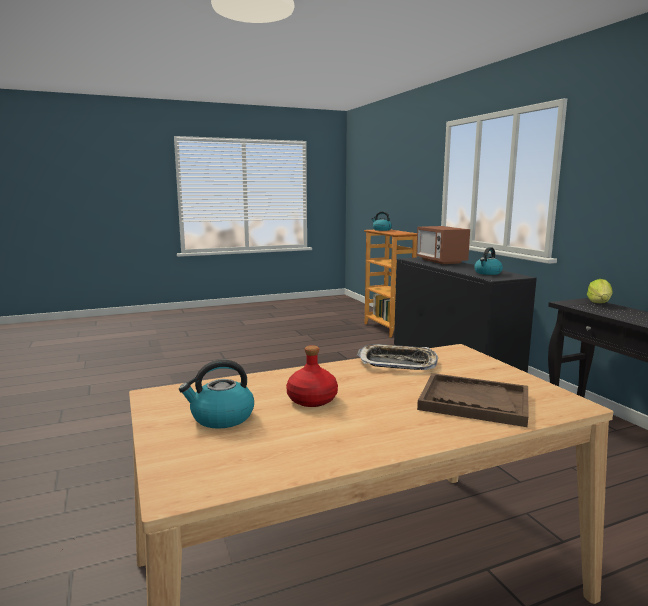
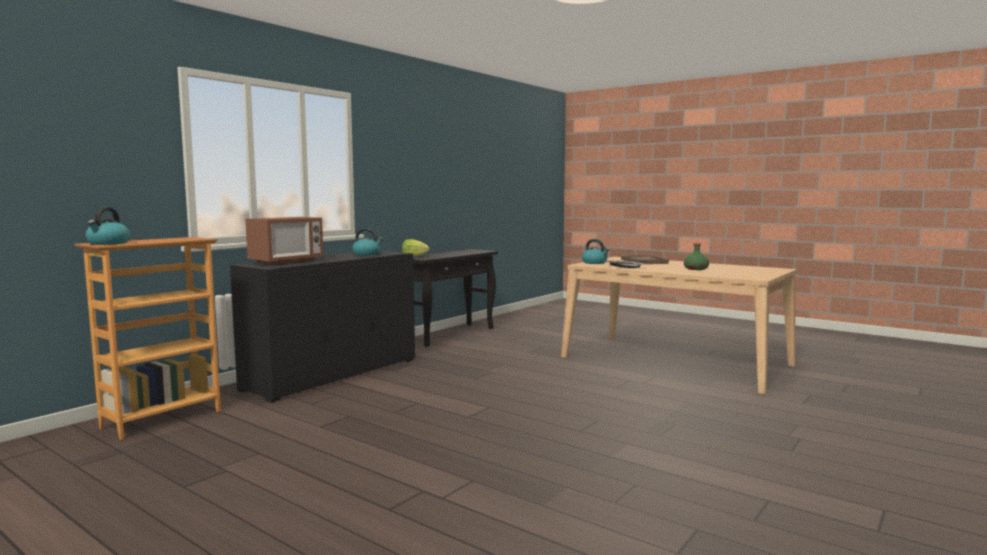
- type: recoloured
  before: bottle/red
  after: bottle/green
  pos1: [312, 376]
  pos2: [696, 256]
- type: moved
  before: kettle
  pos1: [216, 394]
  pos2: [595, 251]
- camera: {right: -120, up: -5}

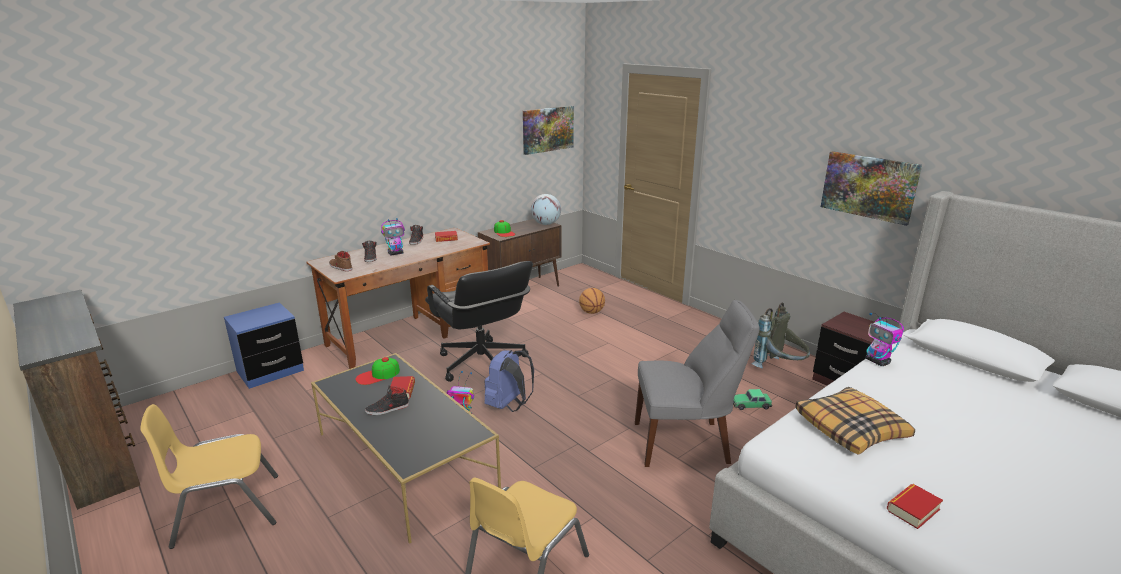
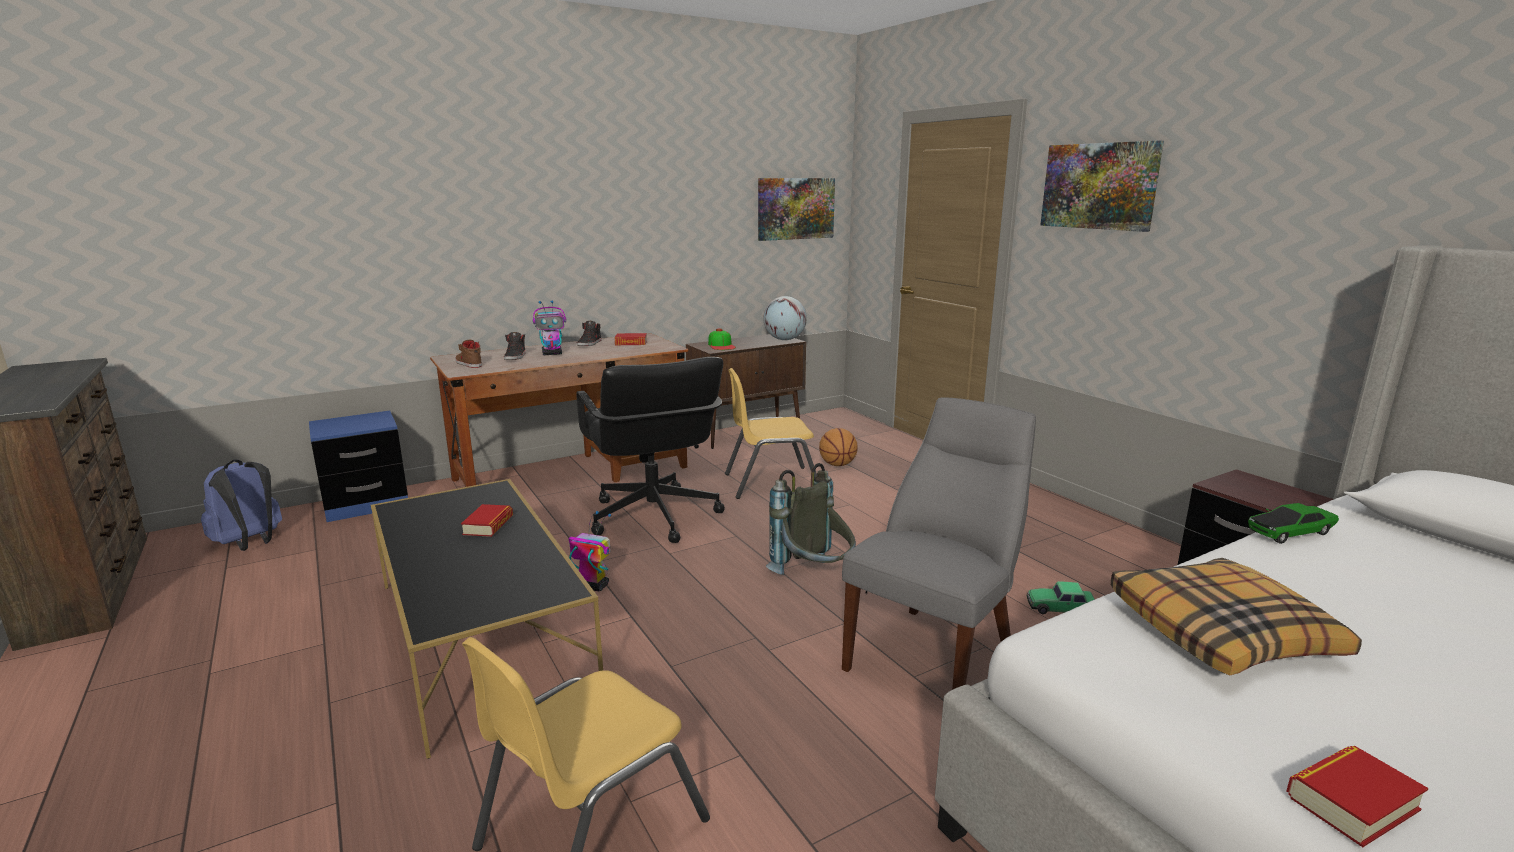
- type: moved
  before: picture
  pos1: [871, 188]
  pos2: [1102, 186]
- type: turned
  before: chair/grey
  pos1: [697, 383]
  pos2: [939, 543]
  turn: -60
- type: moved
  before: backpack/grey
  pos1: [781, 335]
  pos2: [811, 519]
- type: replaced
  before: toy robot
  after: toy car
  pos1: [884, 339]
  pos2: [1293, 523]
- type: moved
  before: backpack/blue
  pos1: [509, 381]
  pos2: [241, 505]
- type: removed
  before: cap
  pos1: [378, 371]
- type: removed
  before: shoe/black
  pos1: [387, 400]
- type: moved
  before: chair/yellow
  pos1: [209, 476]
  pos2: [771, 433]
- camera: {right: 10, up: -5}

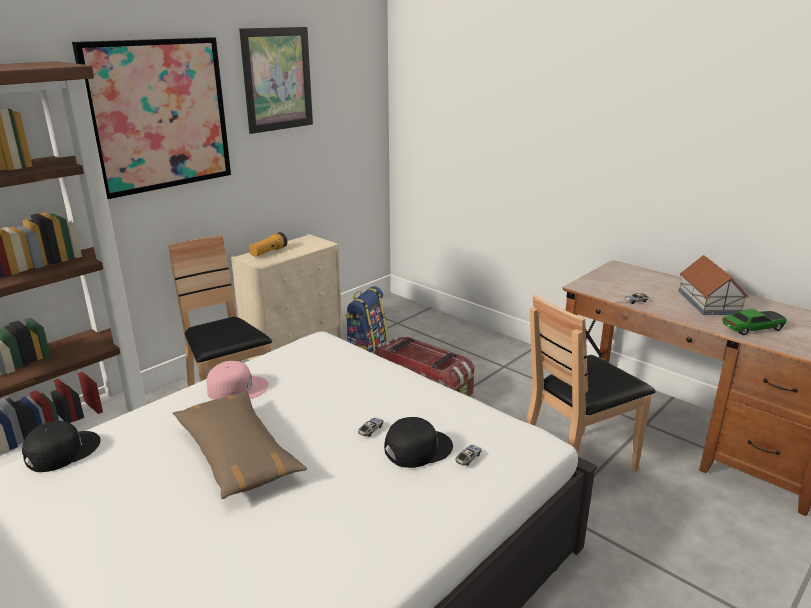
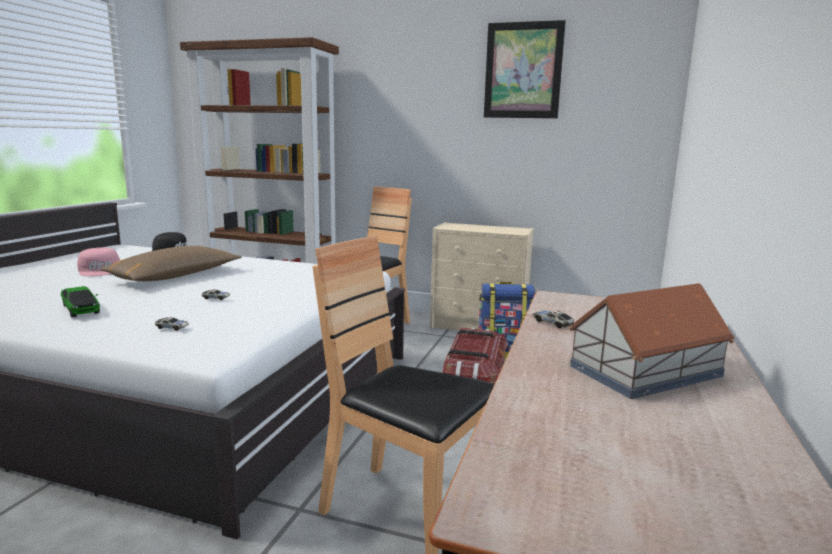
- type: removed
  before: picture
  pos1: [151, 118]
- type: removed
  before: flashlight
  pos1: [268, 244]
- type: moved
  before: toy car
  pos1: [754, 322]
  pos2: [80, 302]
- type: moved
  before: cap/pink
  pos1: [237, 380]
  pos2: [98, 261]
- type: removed
  before: cap/black
  pos1: [418, 442]
- camera: {right: 65, up: -10}

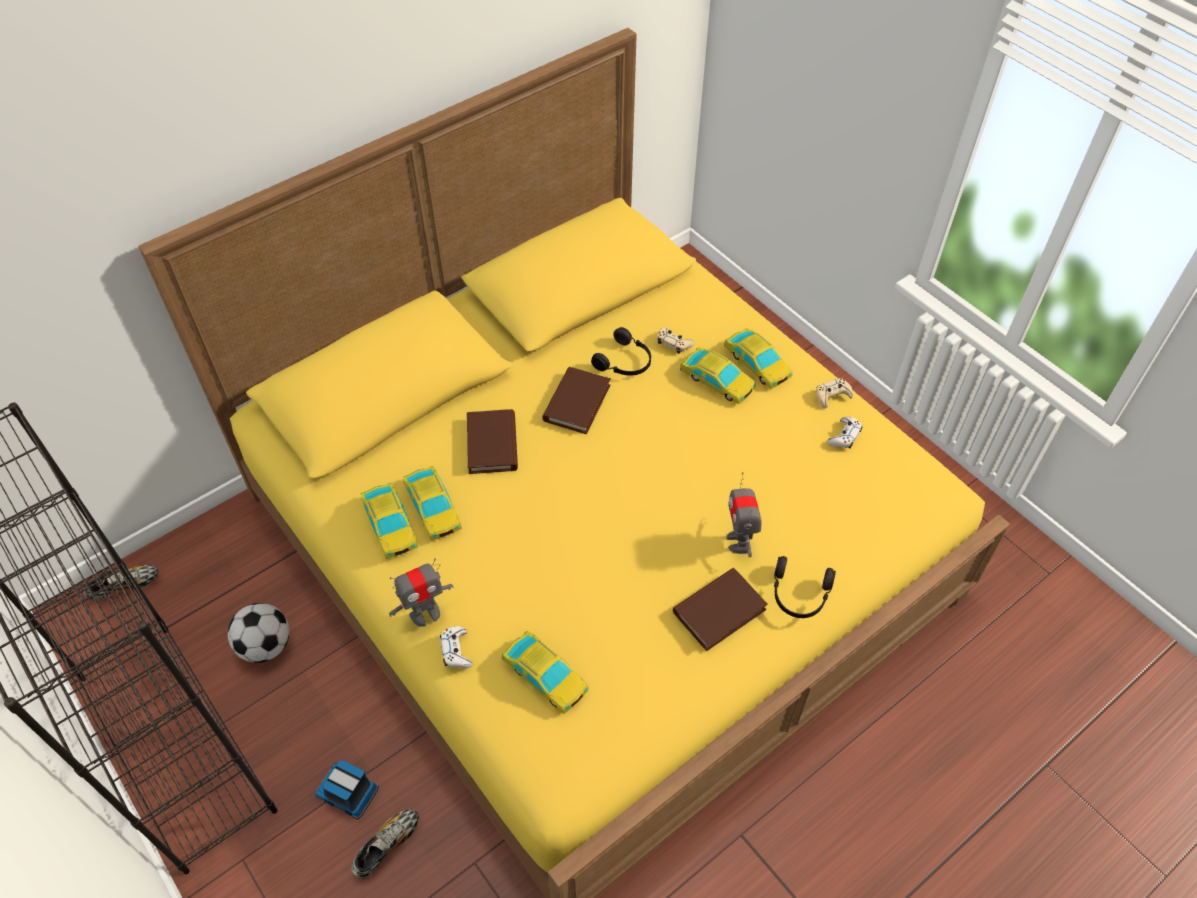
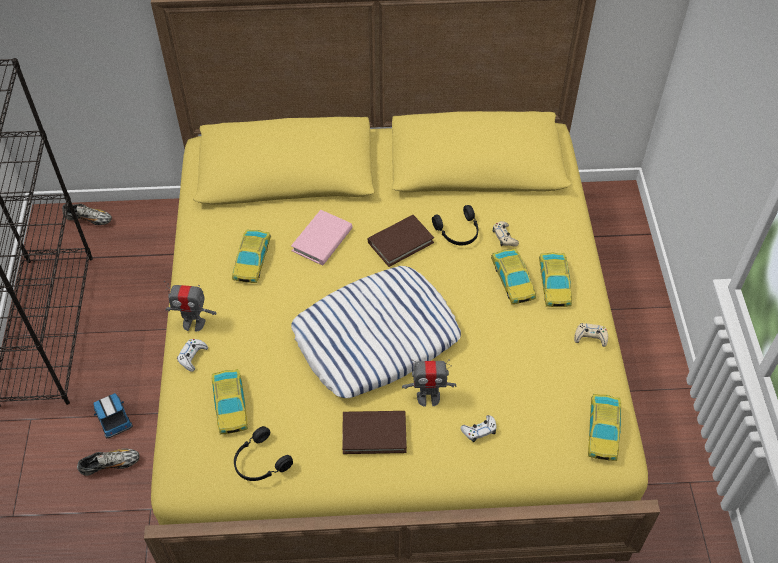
- type: recoloured
  before: book/brown
  after: book/pink
  pos1: [492, 441]
  pos2: [322, 237]
- type: moved
  before: game controller/white
  pos1: [845, 433]
  pos2: [479, 428]
- type: turned
  before: toy robot
  pos1: [744, 514]
  pos2: [429, 383]
  turn: -120
- type: moved
  before: toy car
  pos1: [389, 521]
  pos2: [604, 427]
- type: moved
  before: headphones/black
  pos1: [805, 587]
  pos2: [263, 453]
- type: removed
  before: football
  pos1: [258, 633]
- type: added
  after: pillow
  pos2: [376, 332]
- camera: {right: 35, up: 0}

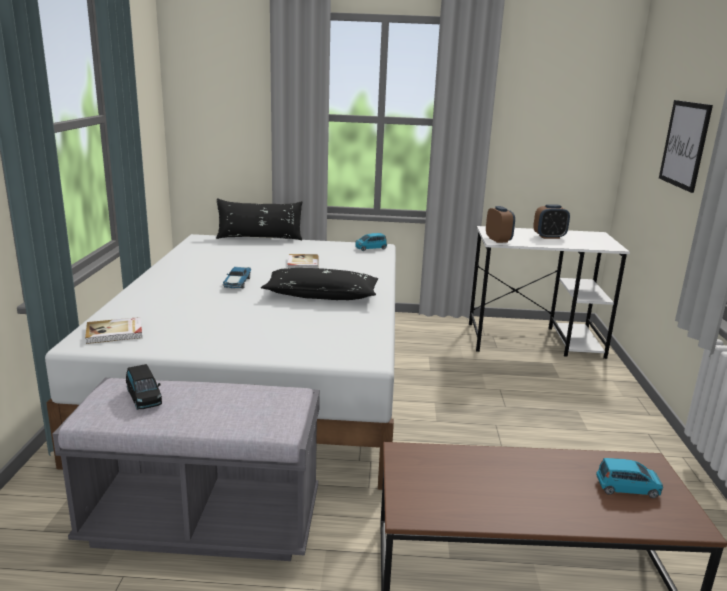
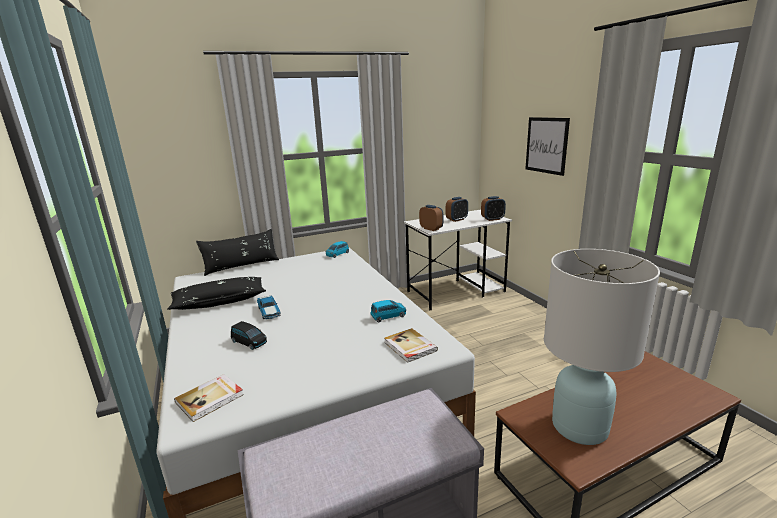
- type: moved
  before: book
  pos1: [303, 261]
  pos2: [411, 345]
- type: moved
  before: pillow/black
  pos1: [319, 284]
  pos2: [217, 293]
- type: moved
  before: toy car/black
  pos1: [144, 387]
  pos2: [249, 335]
- type: moved
  before: toy car/blue
  pos1: [629, 478]
  pos2: [388, 311]
- type: added
  after: alarm clock
  pos2: [493, 208]
- type: added
  after: table lamp/white
  pos2: [602, 347]
- camera: {right: -25, up: 0}

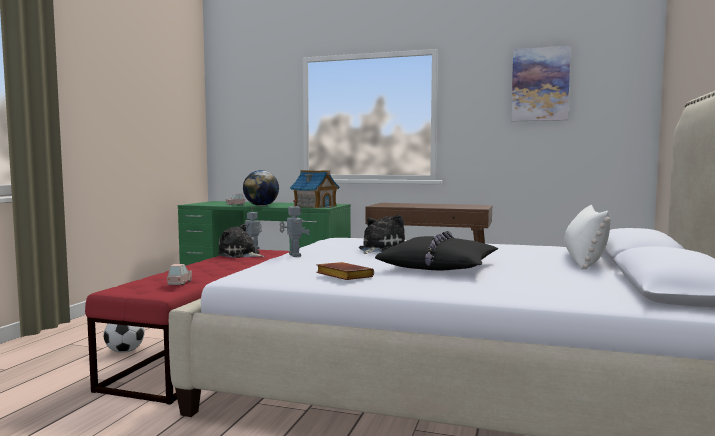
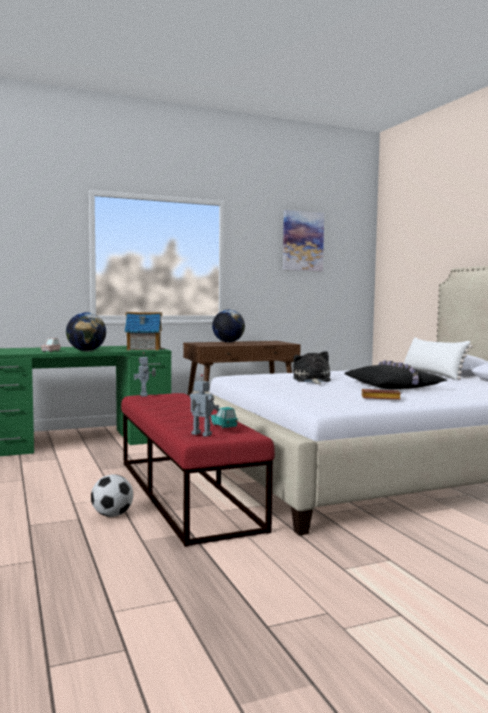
- type: moved
  before: toy robot
  pos1: [295, 228]
  pos2: [204, 405]
- type: removed
  before: plush toy
  pos1: [241, 241]
- type: recoloured
  before: toy car/pink
  after: toy car/turquoise
  pos1: [179, 274]
  pos2: [224, 417]
- type: added
  after: globe
  pos2: [228, 326]
- camera: {right: -40, up: 0}

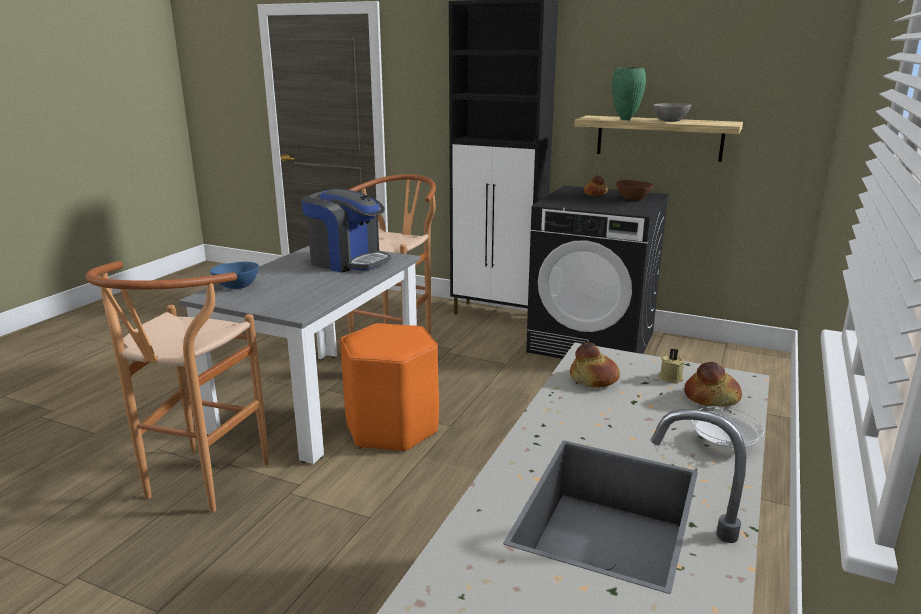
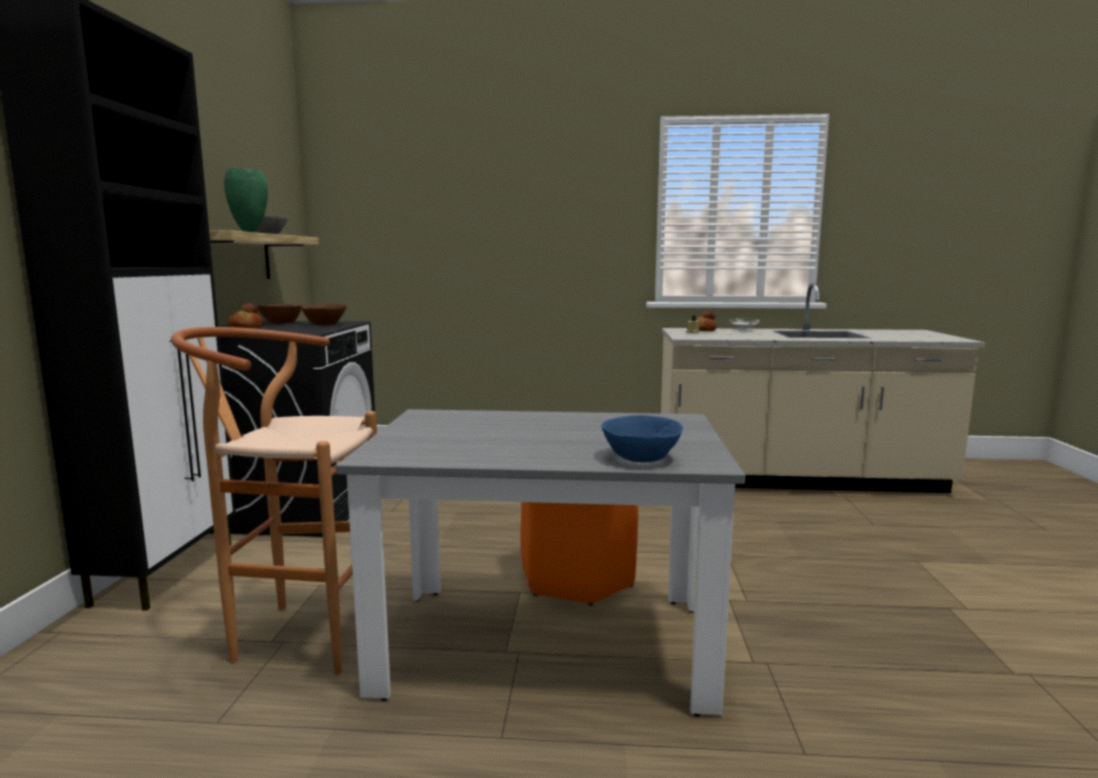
- type: removed
  before: coffee machine
  pos1: [346, 231]
- type: removed
  before: stool/brown
  pos1: [177, 386]
- type: removed
  before: bread
  pos1: [595, 365]
- type: added
  after: bowl/brown
  pos2: [324, 314]
- camera: {right: -110, up: -10}

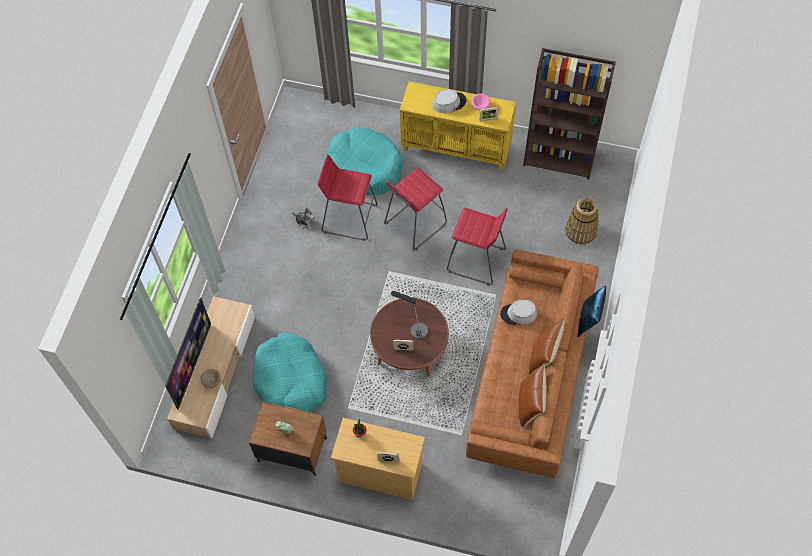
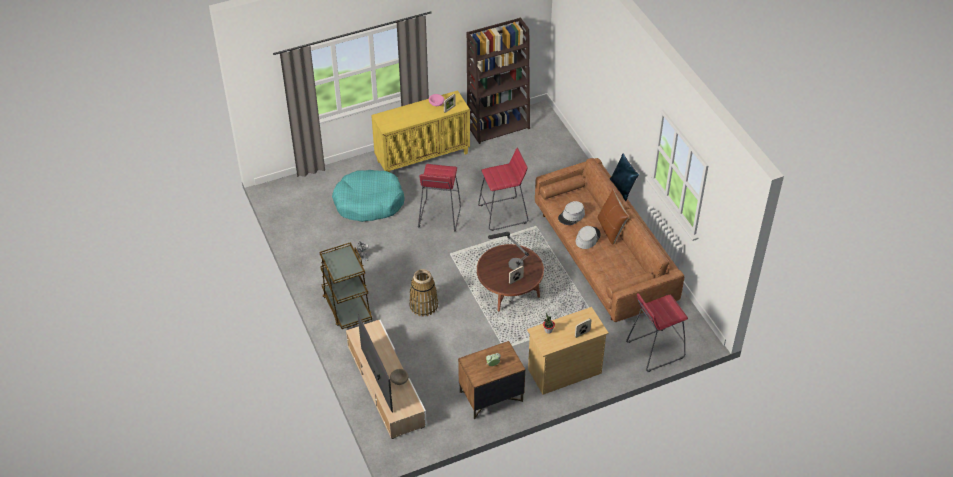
- type: moved
  before: hat/grey
  pos1: [449, 101]
  pos2: [588, 237]
- type: moved
  before: stool/red
  pos1: [348, 197]
  pos2: [657, 332]
- type: moved
  before: basket
  pos1: [582, 221]
  pos2: [423, 293]
- type: removed
  before: dog bed/turquoise
  pos1: [290, 373]
- type: removed
  before: pillow/brown
  pos1: [532, 396]
- type: added
  after: cart/brown
  pos2: [345, 285]
- camera: {right: -40, up: -15}

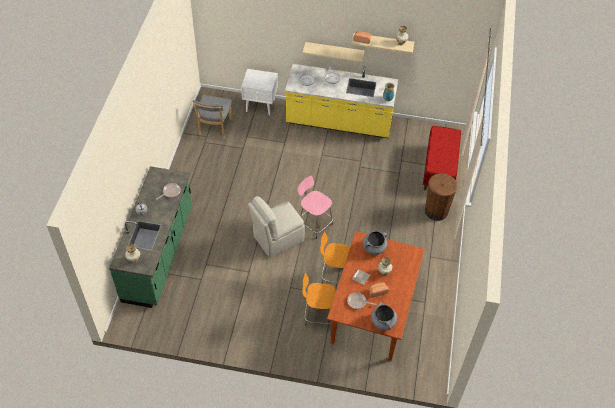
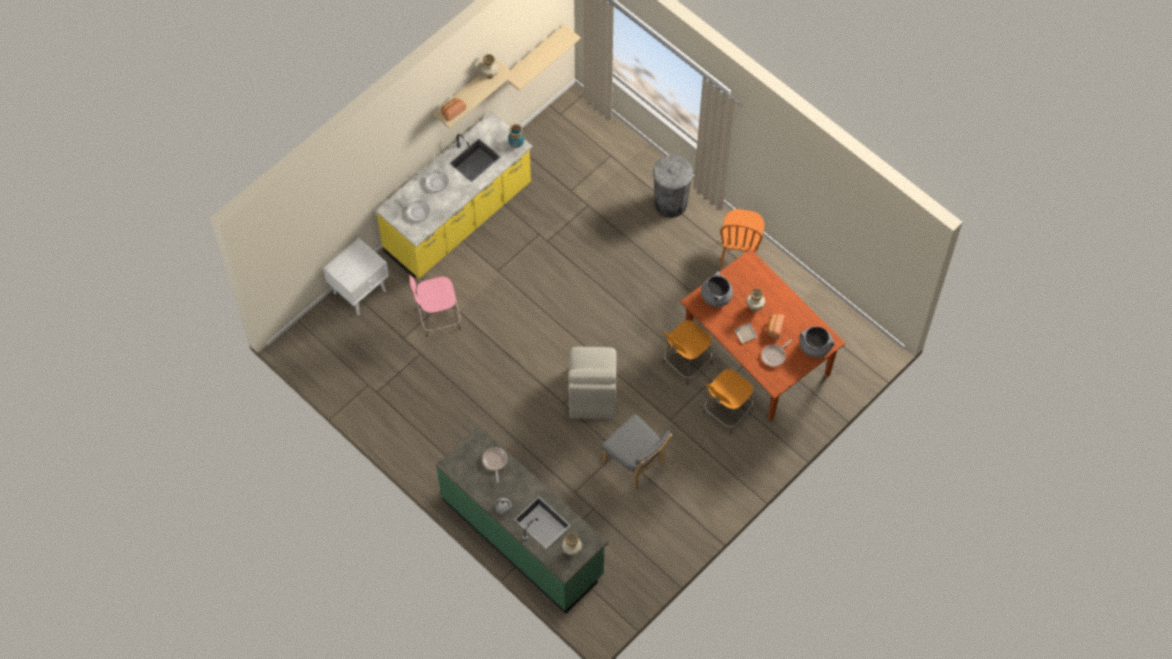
- type: moved
  before: shelf/beige
  pos1: [333, 52]
  pos2: [543, 57]
- type: moved
  before: chair/grey
  pos1: [212, 117]
  pos2: [637, 452]
- type: removed
  before: bench/red
  pos1: [442, 158]
- type: recoloured
  before: trash can/brown
  after: trash can/grey
  pos1: [441, 197]
  pos2: [673, 186]
- type: moved
  before: stool/pink
  pos1: [315, 207]
  pos2: [435, 305]
- type: added
  after: chair/orange
  pos2: [741, 238]
- camera: {right: -55, up: 10}

